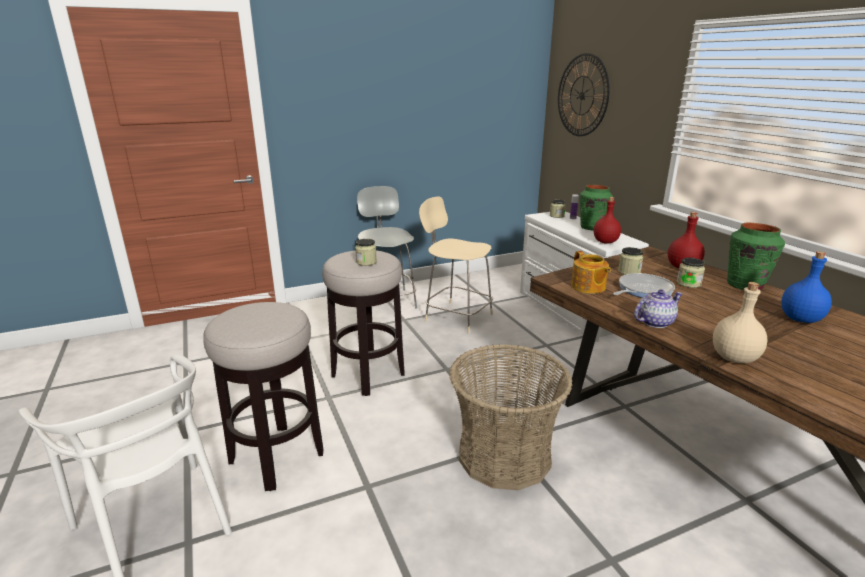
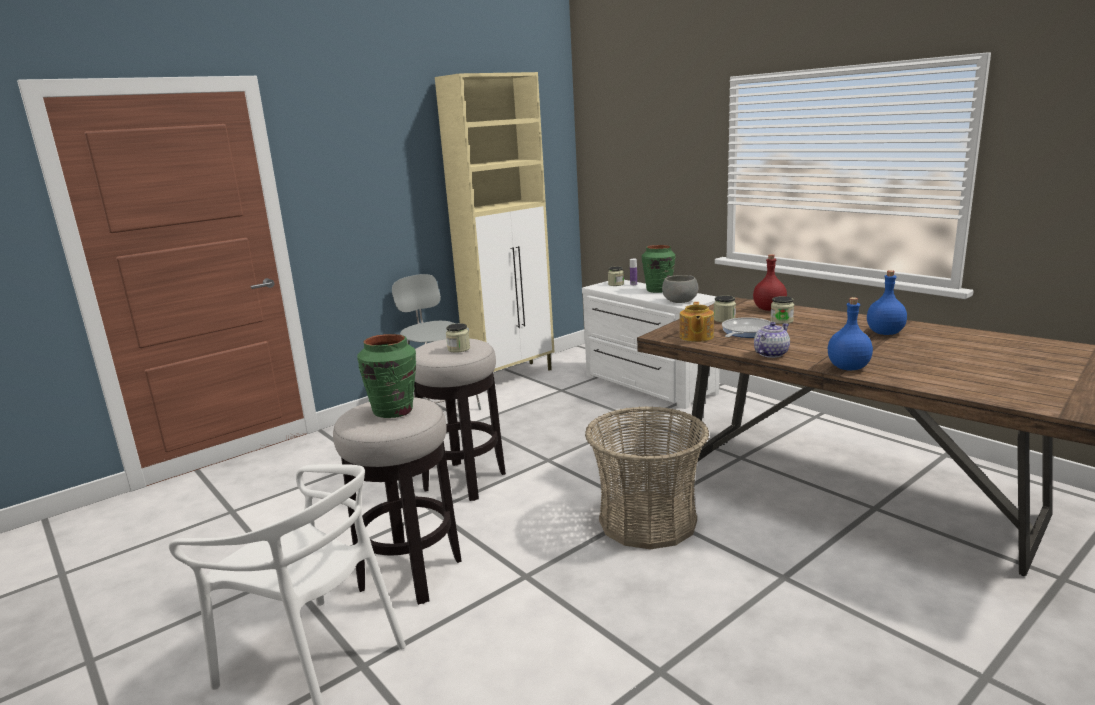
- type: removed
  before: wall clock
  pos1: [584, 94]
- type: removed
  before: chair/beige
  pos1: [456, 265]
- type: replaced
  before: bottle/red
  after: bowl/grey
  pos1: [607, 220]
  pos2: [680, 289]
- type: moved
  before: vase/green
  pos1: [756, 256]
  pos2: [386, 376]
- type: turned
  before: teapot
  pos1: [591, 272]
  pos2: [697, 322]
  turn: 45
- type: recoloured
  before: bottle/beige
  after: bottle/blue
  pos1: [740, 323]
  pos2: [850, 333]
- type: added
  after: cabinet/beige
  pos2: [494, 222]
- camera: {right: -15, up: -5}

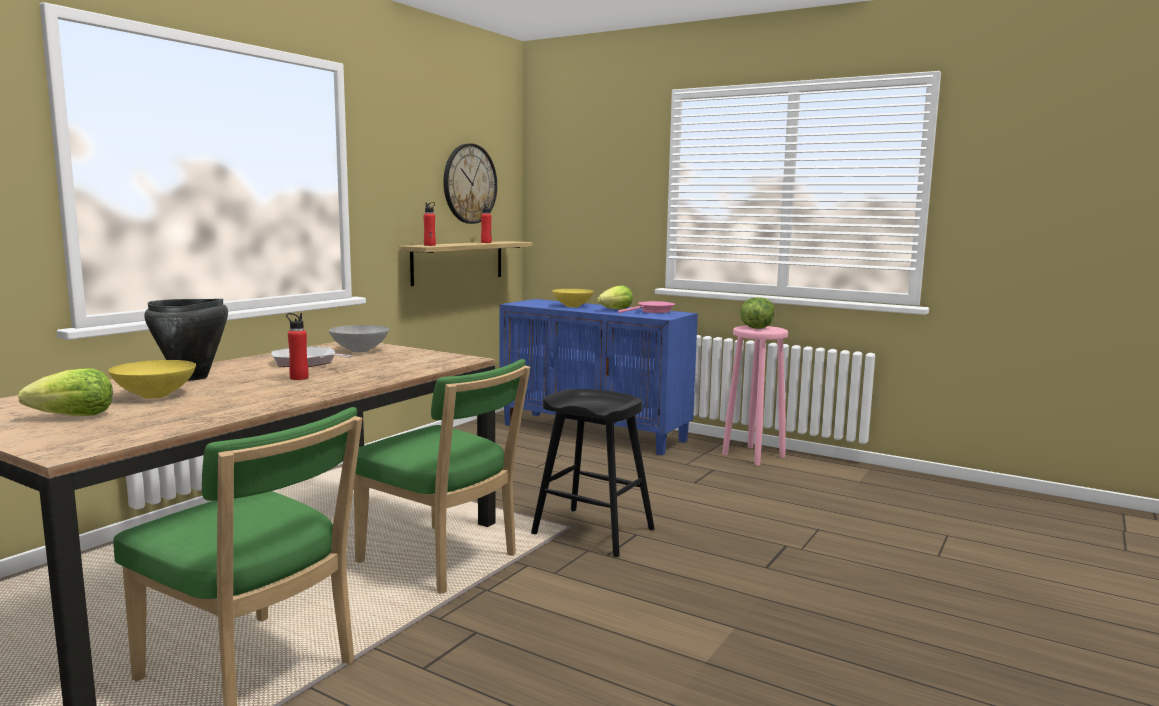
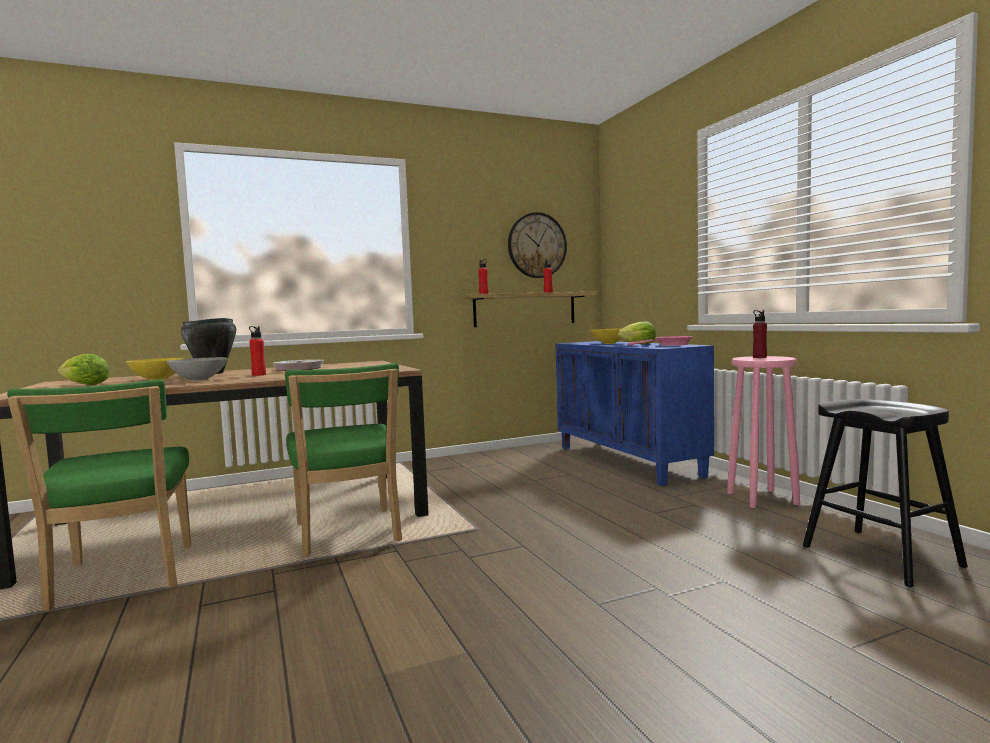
- type: replaced
  before: lettuce
  after: bottle/red
  pos1: [757, 313]
  pos2: [760, 334]
- type: moved
  before: bowl/grey
  pos1: [359, 338]
  pos2: [197, 369]
- type: moved
  before: stool/black
  pos1: [593, 473]
  pos2: [885, 493]
- camera: {right: 35, up: -5}

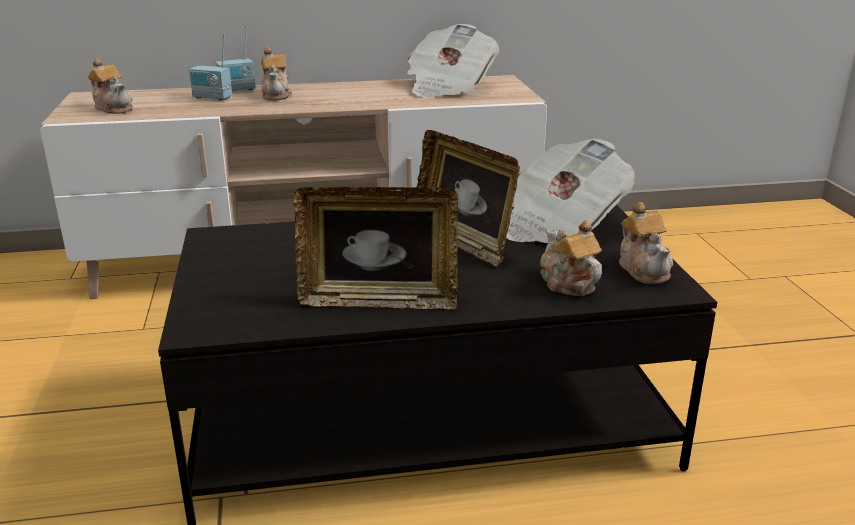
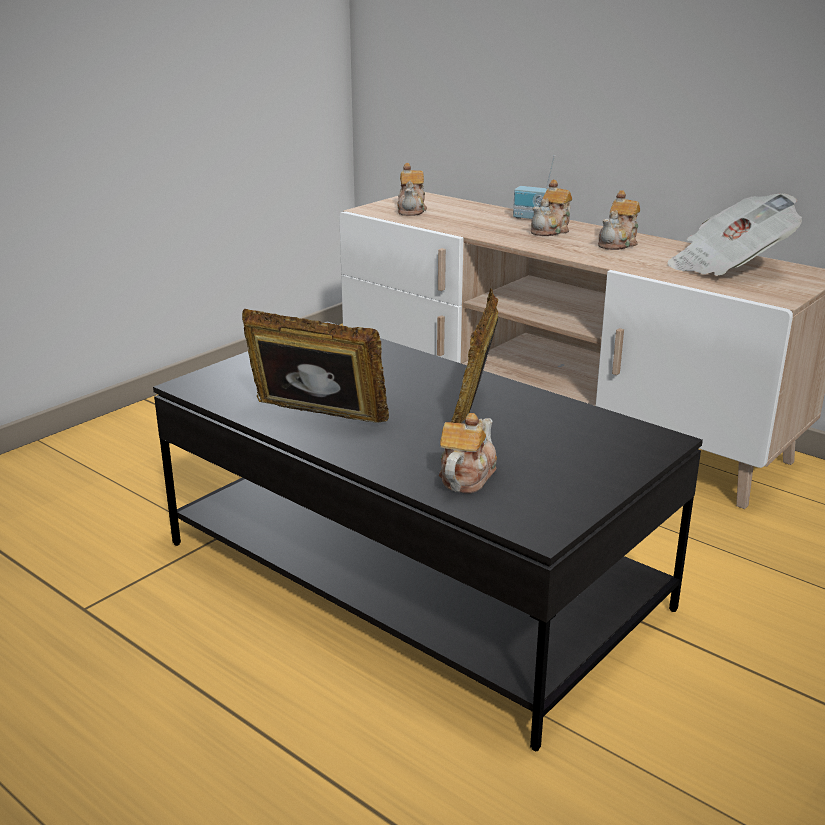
- type: removed
  before: radio
  pos1: [210, 67]
- type: removed
  before: newspaper
  pos1: [570, 191]
- type: turned
  before: picture frame
  pos1: [376, 248]
  pos2: [315, 366]
  turn: 150
- type: moved
  before: teapot
  pos1: [646, 243]
  pos2: [619, 220]
- camera: {right: 50, up: 0}

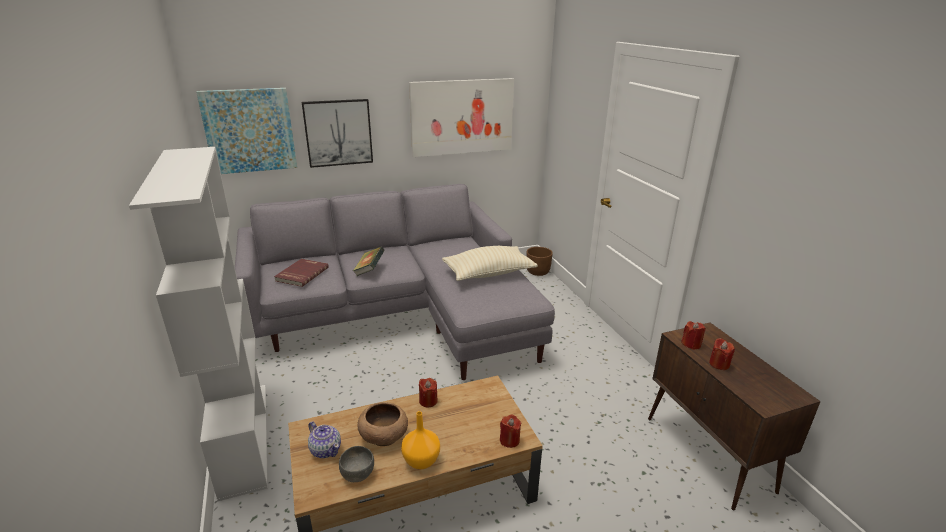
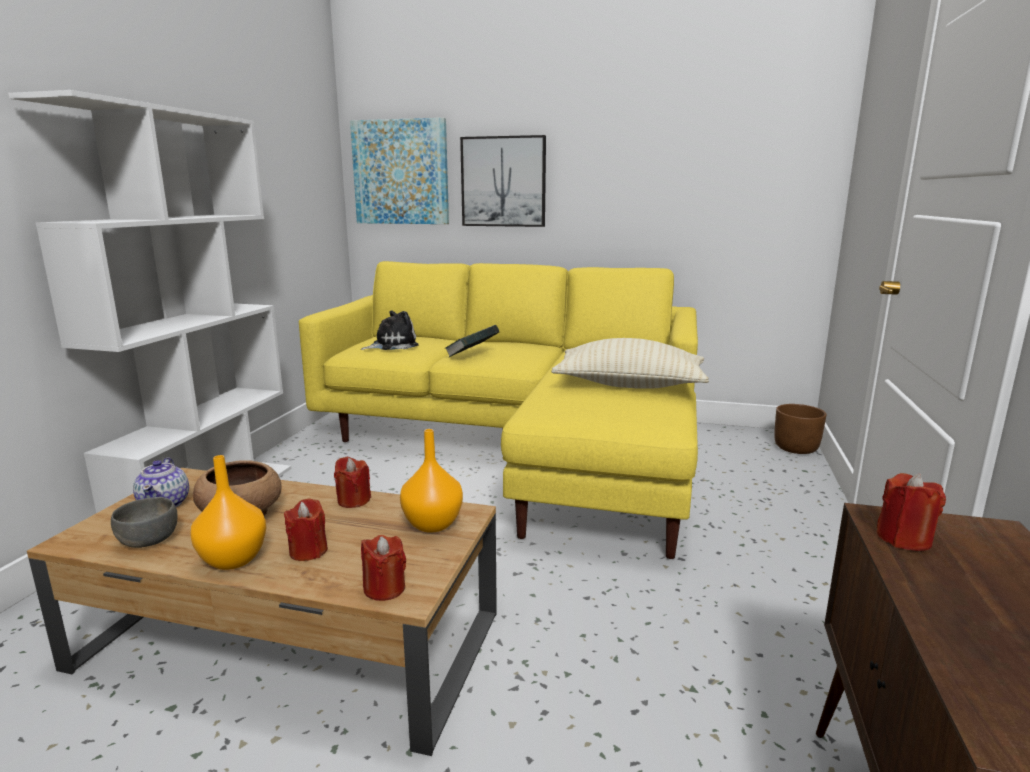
- type: removed
  before: picture
  pos1: [461, 117]
- type: recoloured
  before: sofa/grey
  after: sofa/yellow
  pos1: [395, 282]
  pos2: [498, 410]
- type: replaced
  before: book/red
  after: plush toy
  pos1: [301, 273]
  pos2: [390, 330]
- type: moved
  before: candle/red
  pos1: [722, 354]
  pos2: [306, 529]
- type: added
  after: vase/orange
  pos2: [431, 480]
- camera: {right: 35, up: -10}

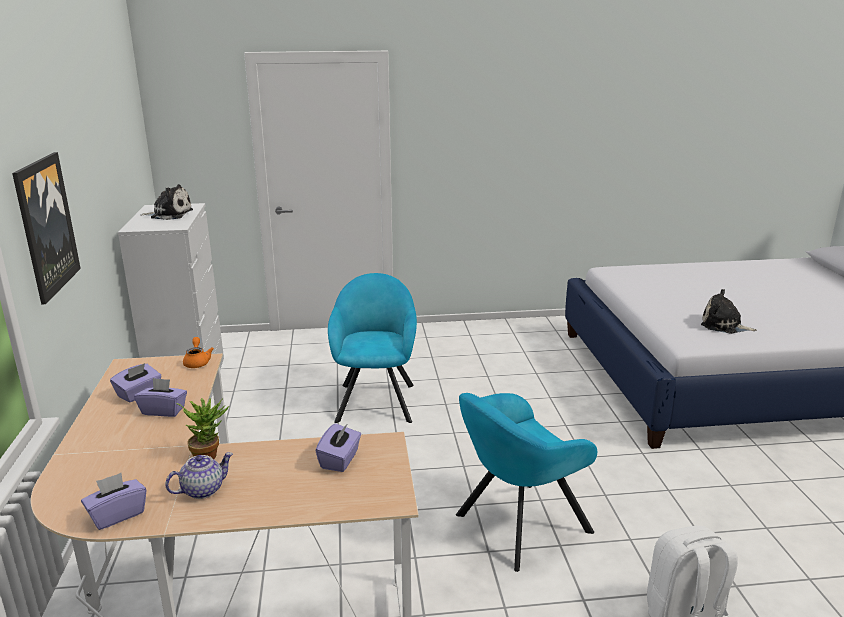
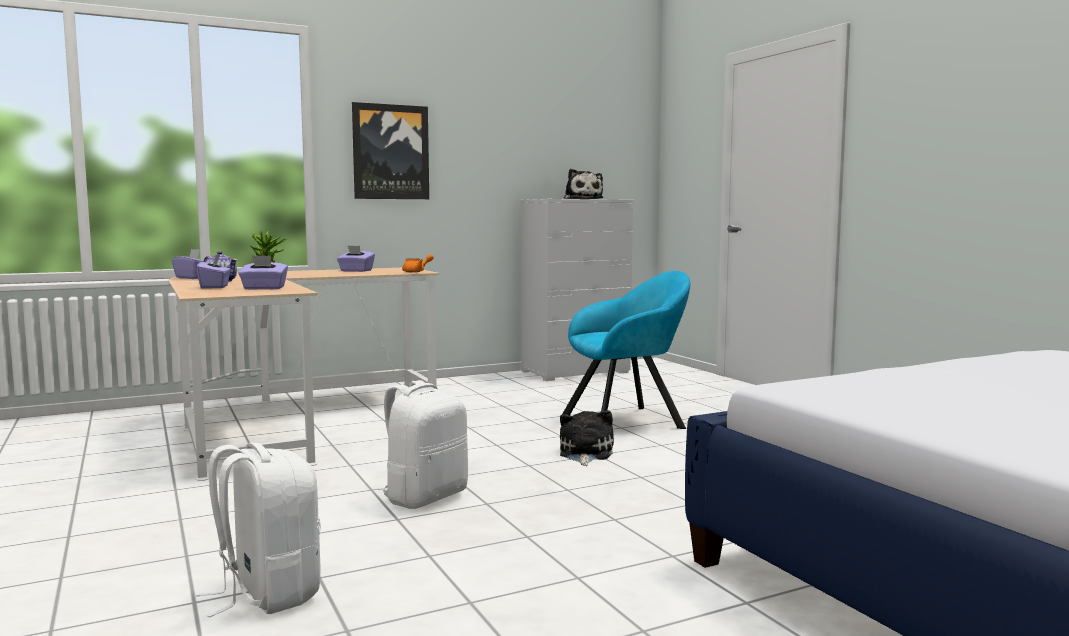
- type: moved
  before: plush toy
  pos1: [729, 311]
  pos2: [587, 438]
- type: moved
  before: tissue box/purple
  pos1: [160, 397]
  pos2: [214, 272]
- type: replaced
  before: armchair/turquoise
  after: backpack/white
  pos1: [526, 482]
  pos2: [423, 444]
- camera: {right: 70, up: -15}

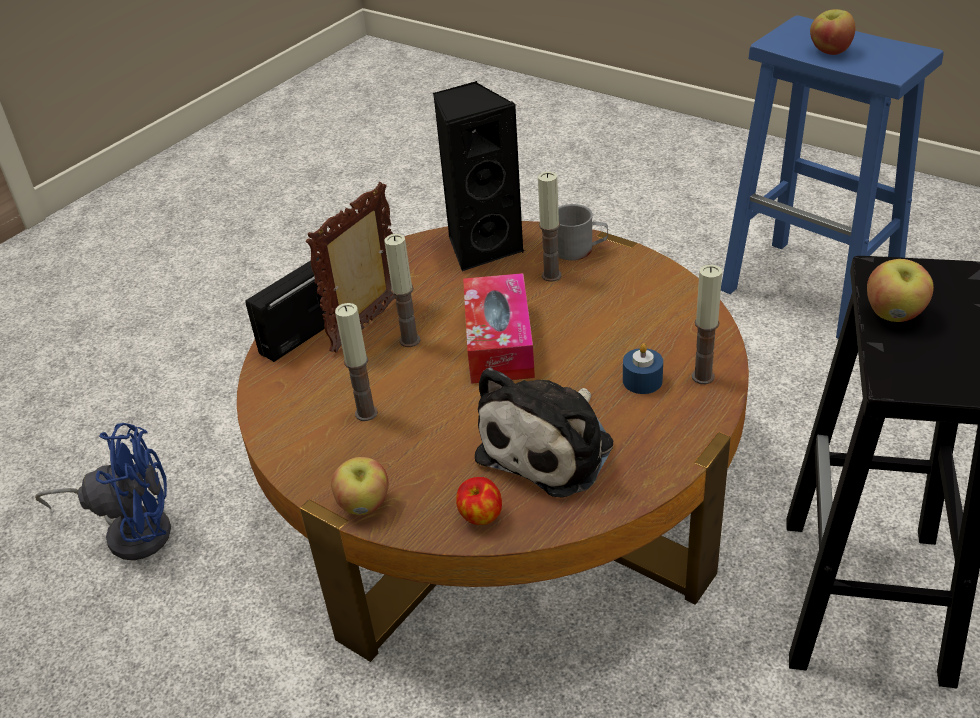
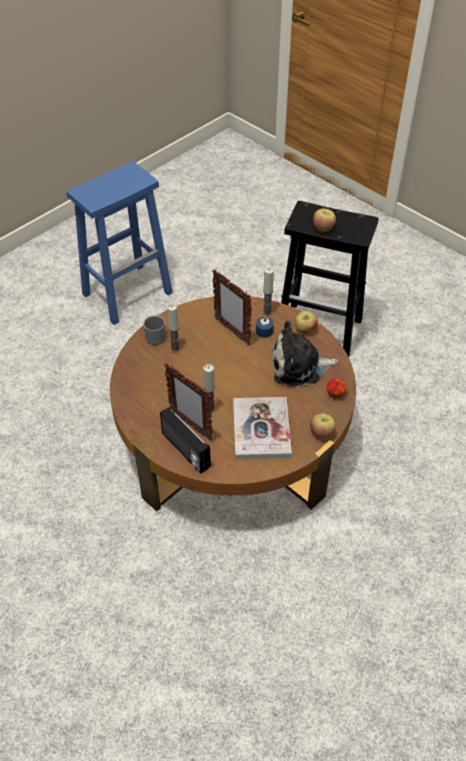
- type: moved
  before: apple
  pos1: [832, 32]
  pos2: [306, 322]
- type: removed
  before: speaker/black
  pos1: [479, 176]
- type: removed
  before: tissue box
  pos1: [499, 328]
- type: replaced
  before: candle
  after: book
  pos1: [356, 362]
  pos2: [262, 428]
- type: turned
  before: plush toy
  pos1: [544, 432]
  pos2: [305, 353]
  turn: 135
- type: removed
  before: fan/blue
  pos1: [103, 491]
- type: added
  after: picture frame
  pos2: [232, 307]
- camera: {right: -85, up: 10}

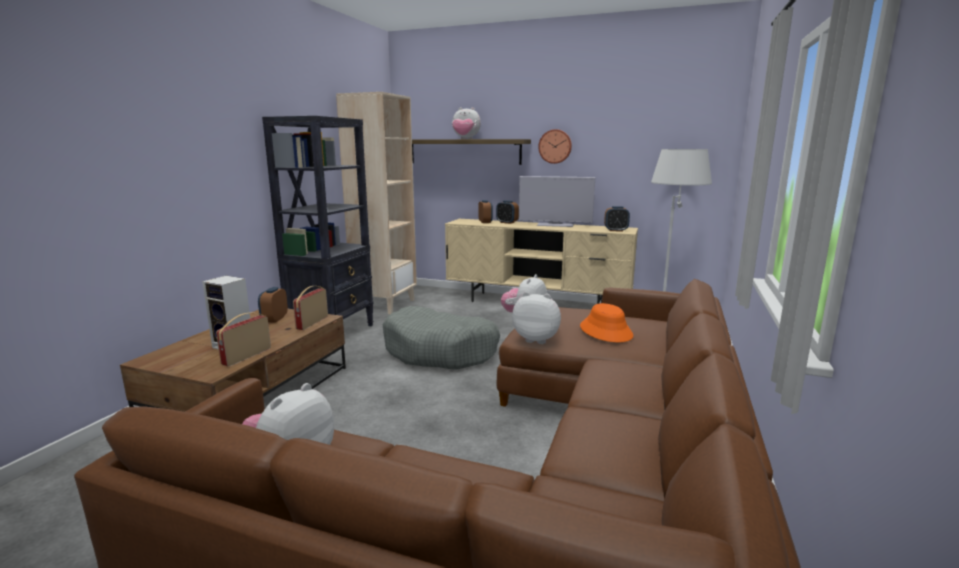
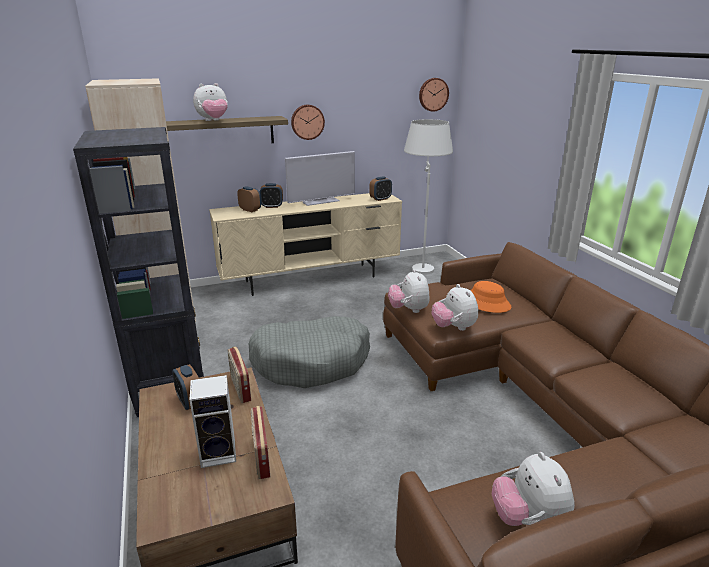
- type: turned
  before: plush toy
  pos1: [536, 318]
  pos2: [455, 307]
  turn: -90
- type: added
  after: wall clock
  pos2: [434, 95]
- camera: {right: -40, up: 10}

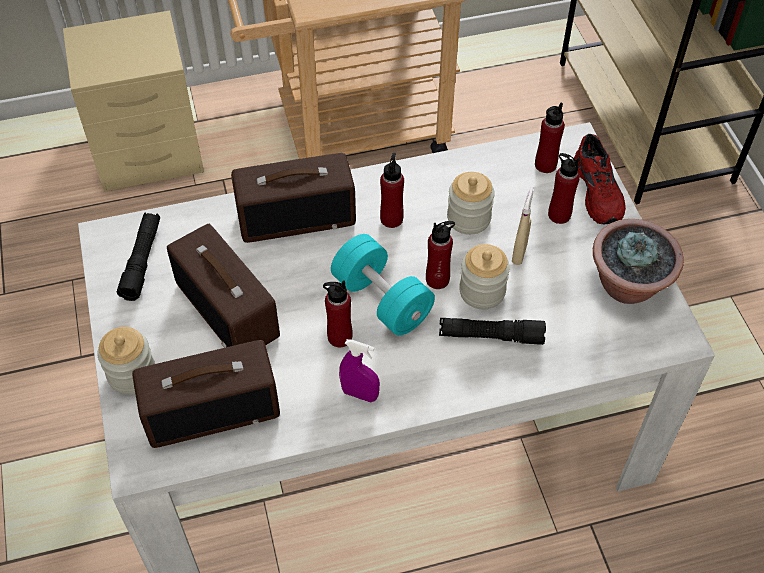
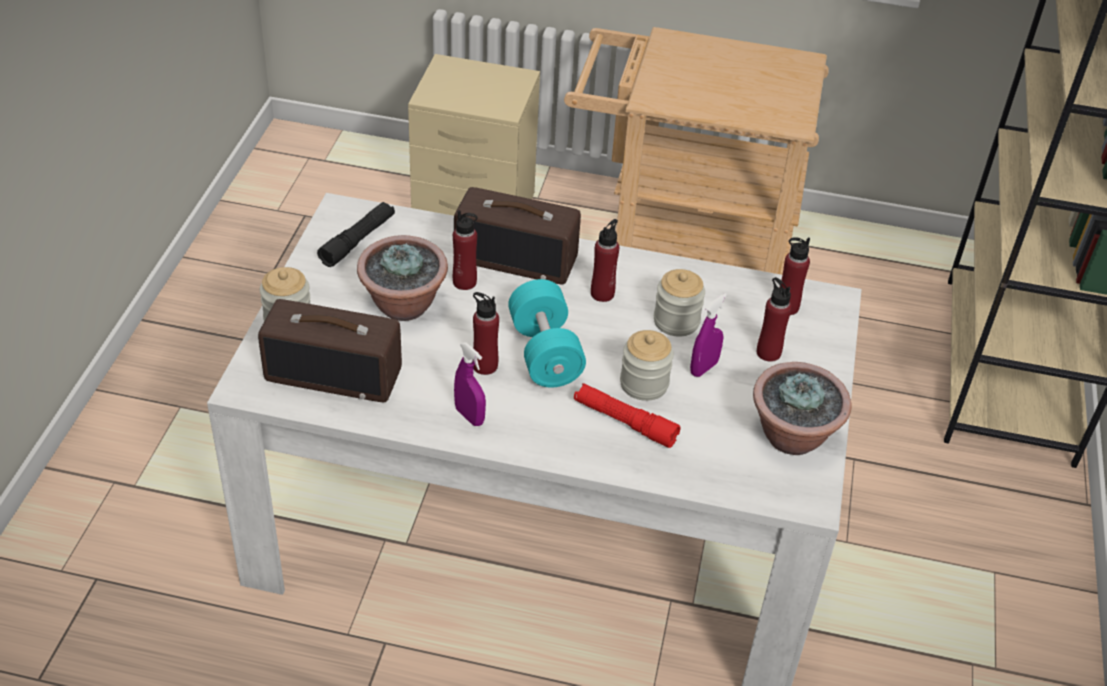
- type: removed
  before: shoe/red
  pos1: [600, 179]
- type: recoloured
  before: spray bottle/beige
  after: spray bottle/purple
  pos1: [523, 226]
  pos2: [708, 335]
- type: moved
  before: bottle/red
  pos1: [440, 255]
  pos2: [465, 250]
- type: replaced
  before: radio
  after: potted plant
  pos1: [223, 285]
  pos2: [402, 278]
- type: recoloured
  before: flashlight/black
  after: flashlight/red
  pos1: [492, 331]
  pos2: [627, 415]
- camera: {right: 25, up: -10}

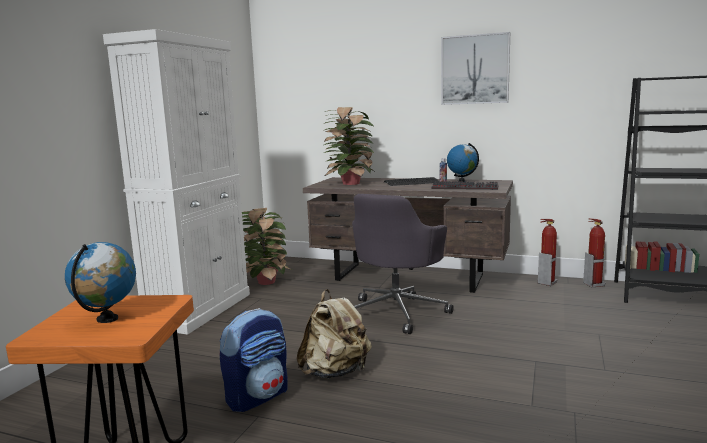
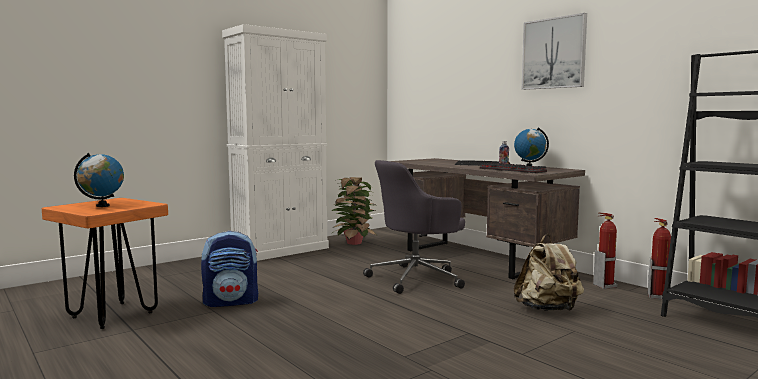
- type: removed
  before: potted plant
  pos1: [348, 146]
- type: moved
  before: backpack/beige
  pos1: [334, 334]
  pos2: [549, 272]
- camera: {right: 30, up: -5}

